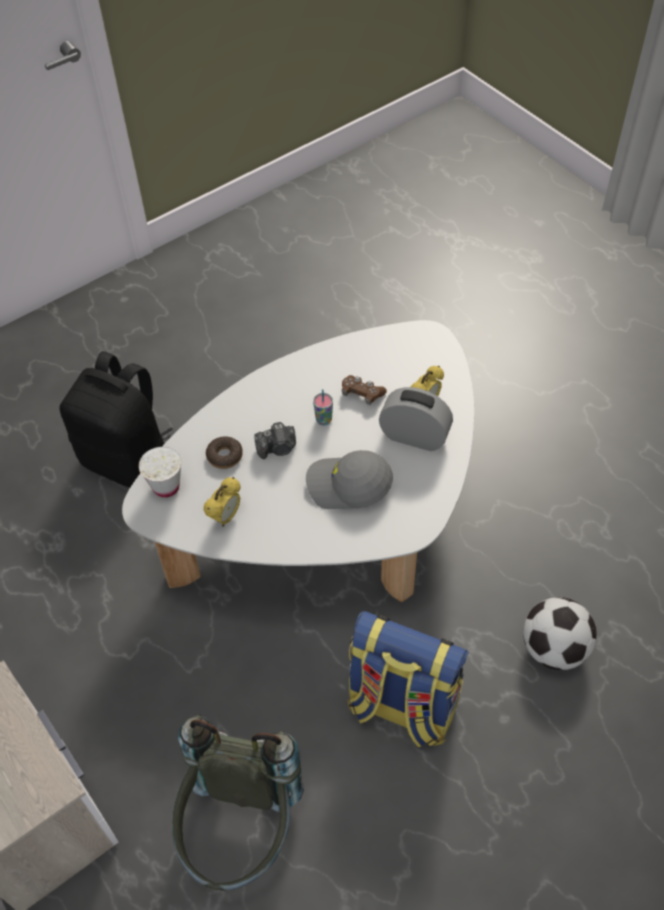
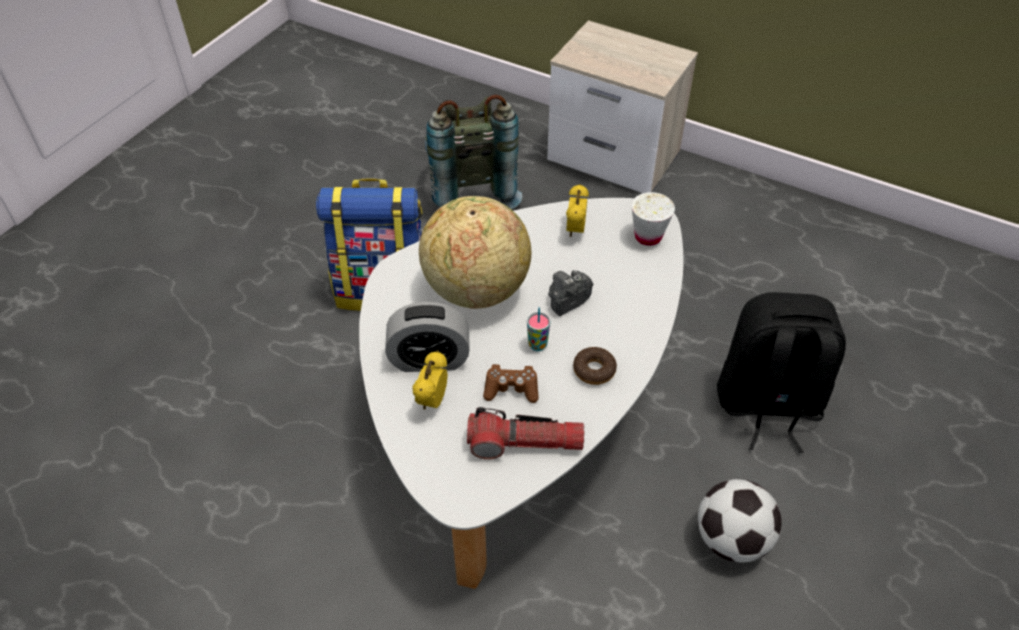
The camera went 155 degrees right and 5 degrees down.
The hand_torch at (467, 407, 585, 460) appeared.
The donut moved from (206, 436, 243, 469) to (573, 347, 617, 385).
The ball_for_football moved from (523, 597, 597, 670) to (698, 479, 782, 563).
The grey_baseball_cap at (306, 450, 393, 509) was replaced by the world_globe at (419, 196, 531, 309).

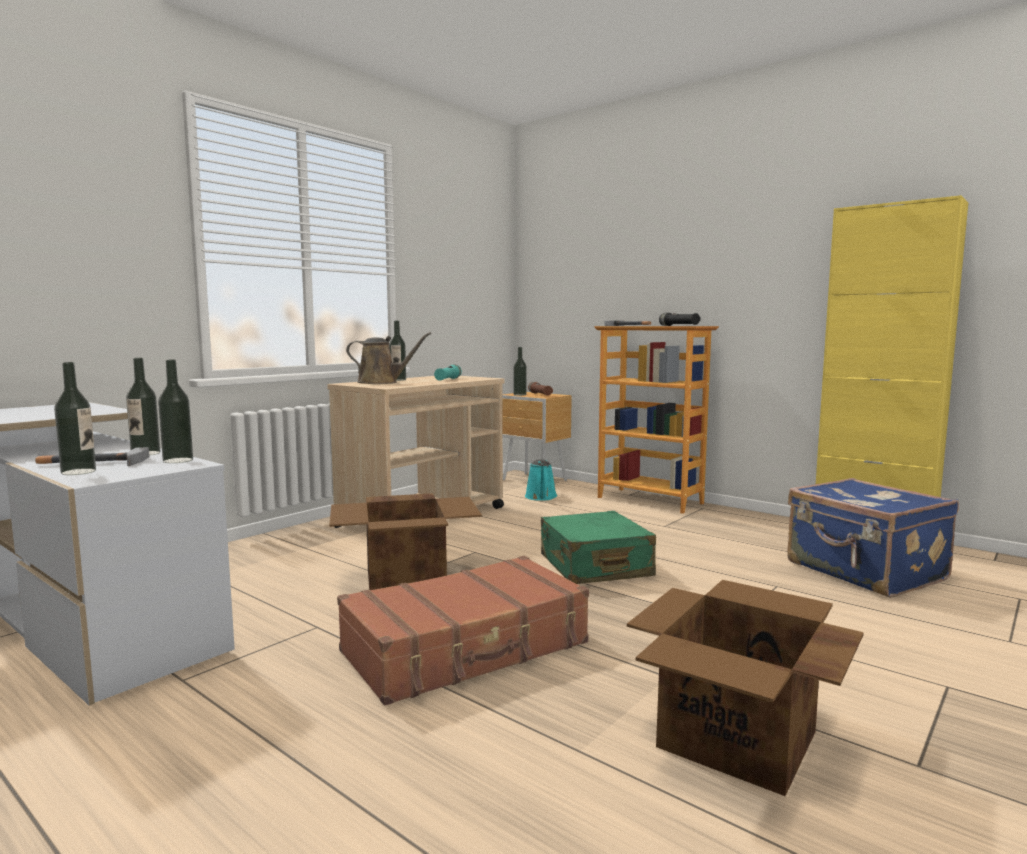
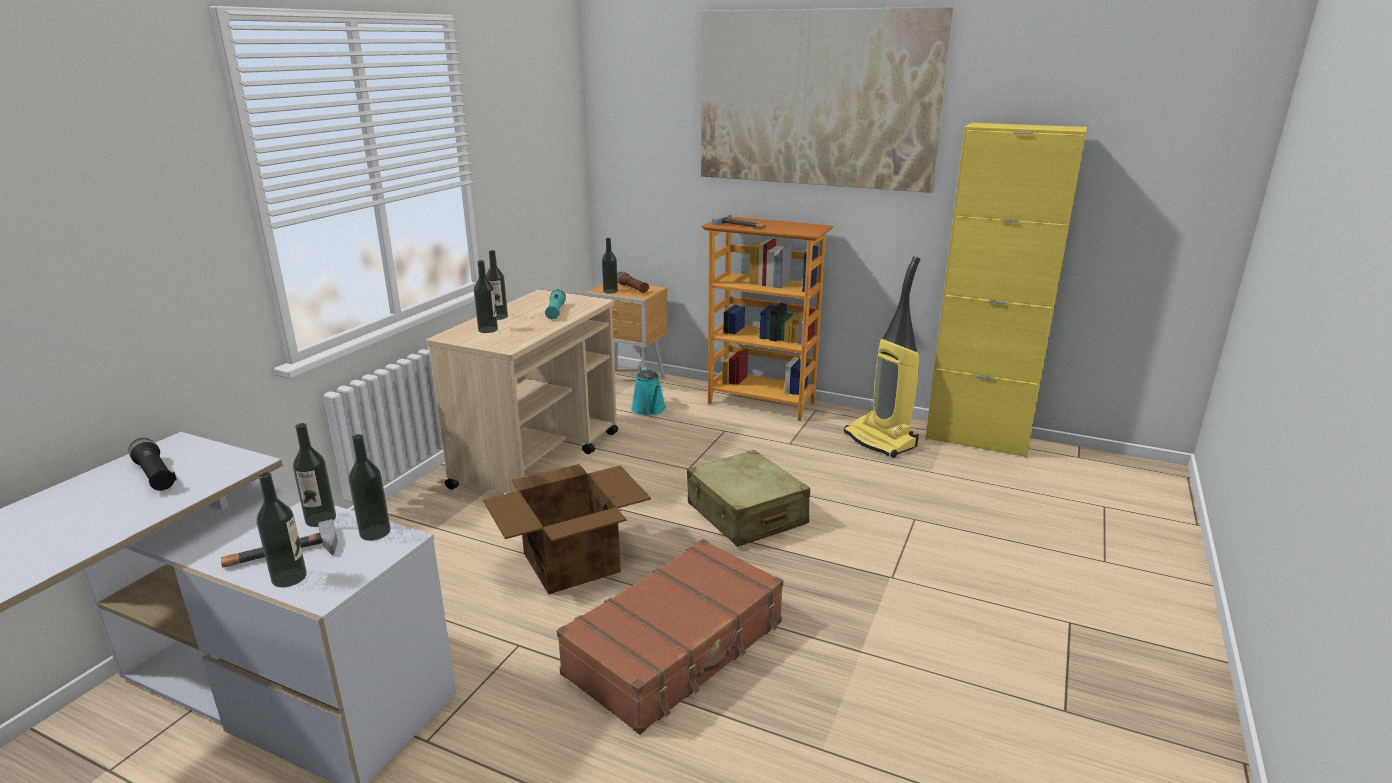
The camera went 15 degrees left and 15 degrees up.
The carton at (627, 580, 864, 796) disappeared.
The bluish_suitcase at (787, 478, 959, 598) disappeared.
The wall_picture at (701, 7, 954, 193) appeared.
The hoover at (844, 256, 920, 458) appeared.
The black-coloured_hand_torch moved from (659, 313, 701, 326) to (129, 438, 177, 491).
The brown-coloured_watering_can at (346, 332, 431, 384) was replaced by the beverage_bottle at (474, 260, 498, 333).
The green-coloured_suitcase at (541, 511, 656, 584) became the beige-coloured_suitcase at (687, 450, 810, 547).

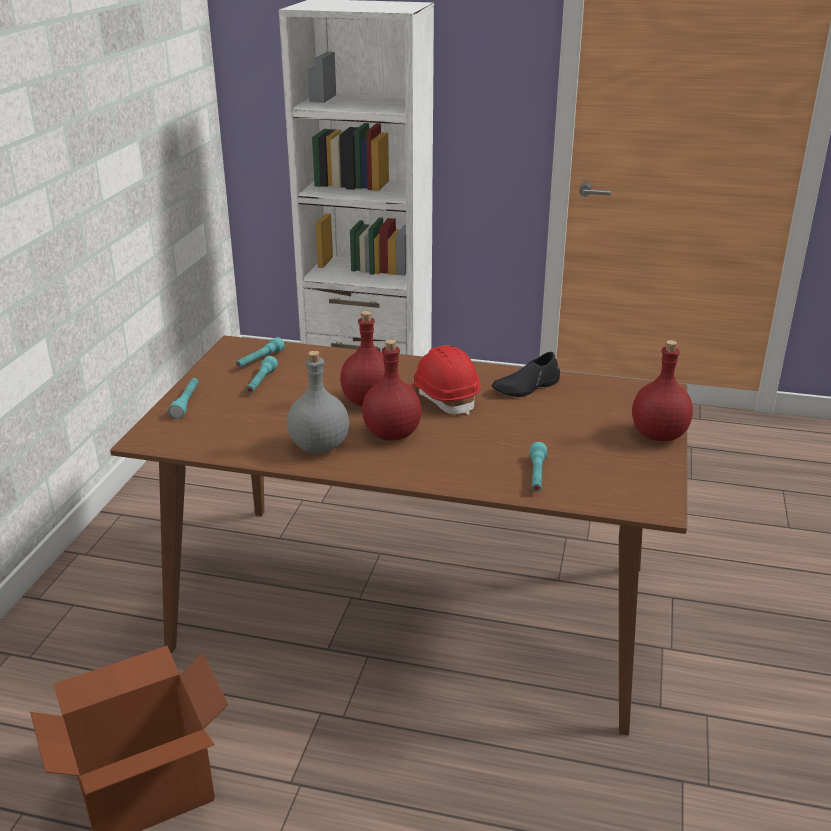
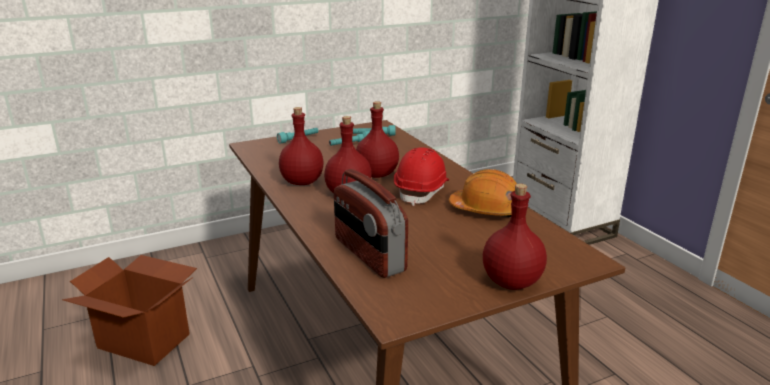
The camera went 50 degrees right and 5 degrees down.
The black-coloured_low_shoe at (492, 352, 560, 397) was replaced by the orangey_hard_hat at (449, 169, 517, 218).
The blue-green_hand_torch at (529, 442, 547, 492) was replaced by the radio_set at (334, 169, 408, 278).
The grey_beverage_bottle at (287, 351, 349, 454) became the red-coloured_beverage_bottle at (279, 107, 324, 185).

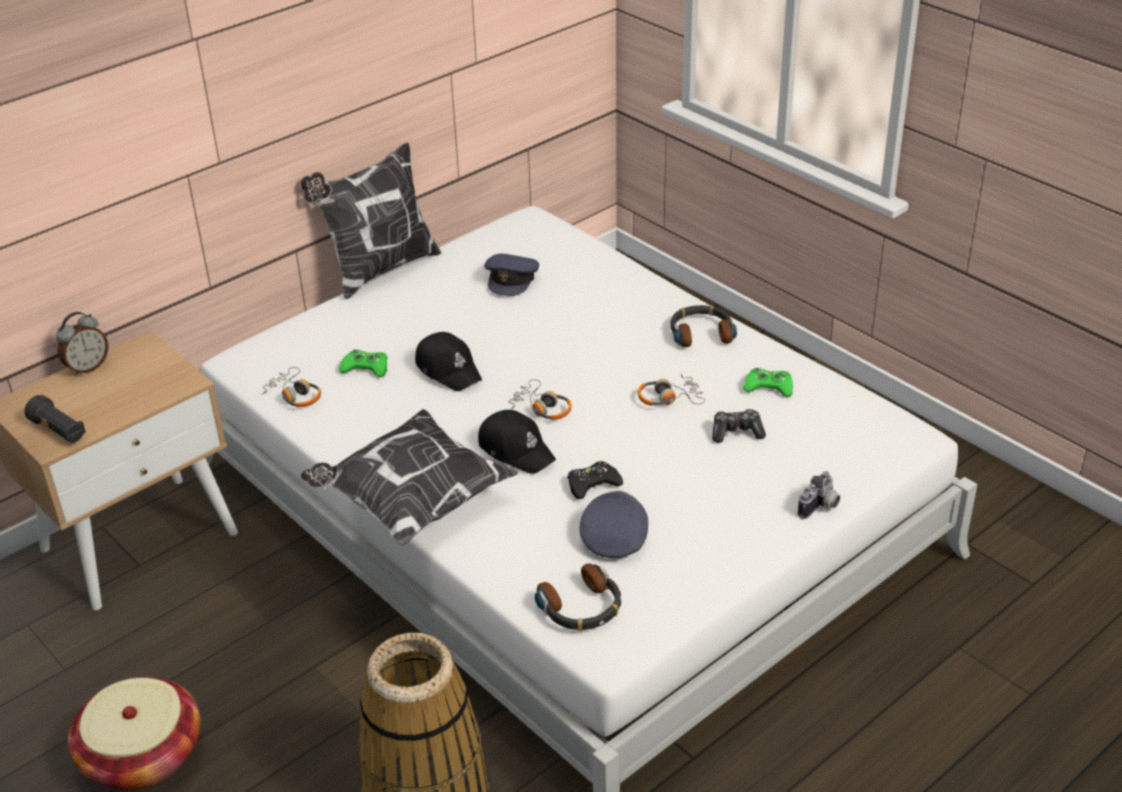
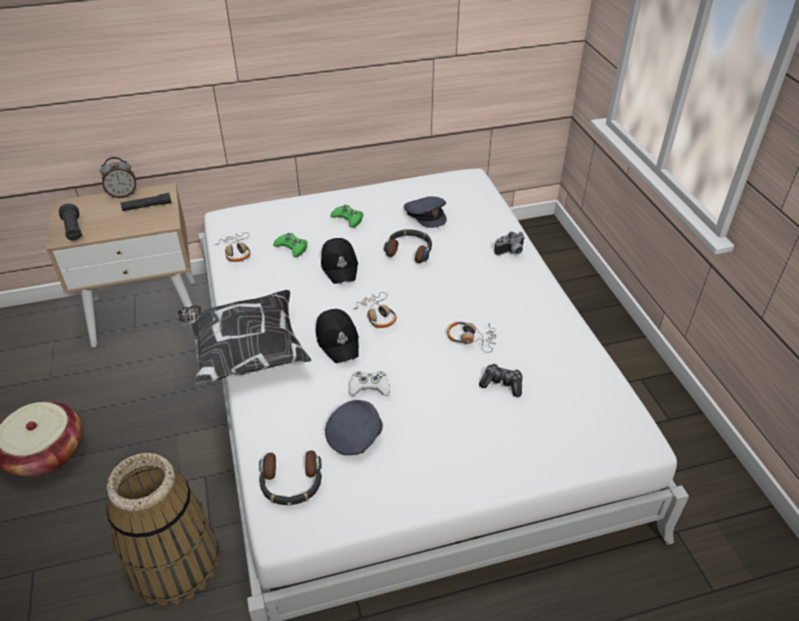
The camera went 25 degrees right and 5 degrees up.
The pillow at (300, 142, 441, 299) disappeared.
The black-coloured_hand_torch at (121, 193, 172, 211) appeared.
The headphones moved from (671, 305, 737, 347) to (384, 229, 432, 263).
The green-coloured_gamepad moved from (743, 368, 793, 397) to (330, 205, 363, 227).
The still_camera moved from (798, 471, 840, 519) to (494, 232, 525, 255).
The black-coloured_gamepad at (568, 461, 623, 499) became the white-coloured_gamepad at (349, 371, 390, 396).
The grey_baseball_cap at (484, 254, 539, 296) turned 75 degrees counterclockwise.

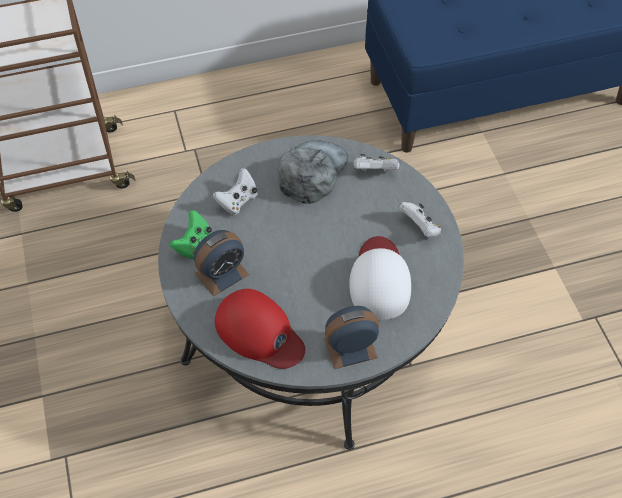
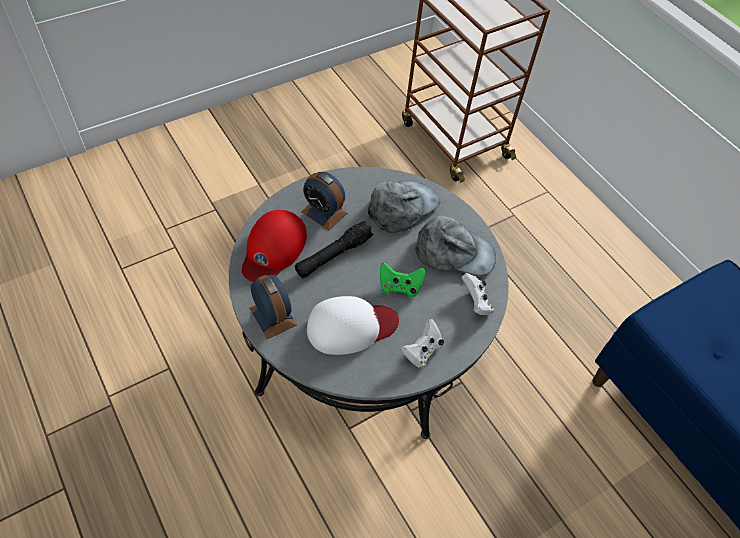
The camera went 70 degrees right and 0 degrees up.
The black-coloured_hand_torch at (295, 221, 373, 278) appeared.
The green-coloured_gamepad moved from (169, 210, 212, 260) to (380, 262, 425, 297).
The white-coloured_gamepad at (213, 168, 258, 215) was replaced by the grey_baseball_cap at (368, 180, 440, 233).

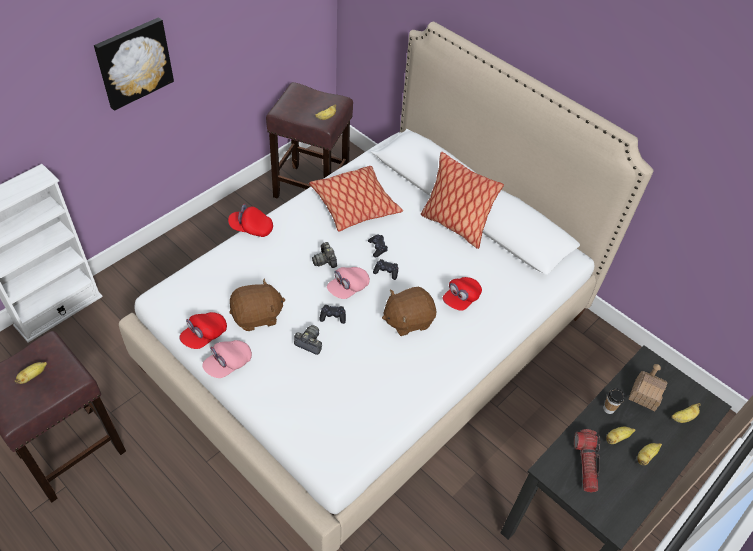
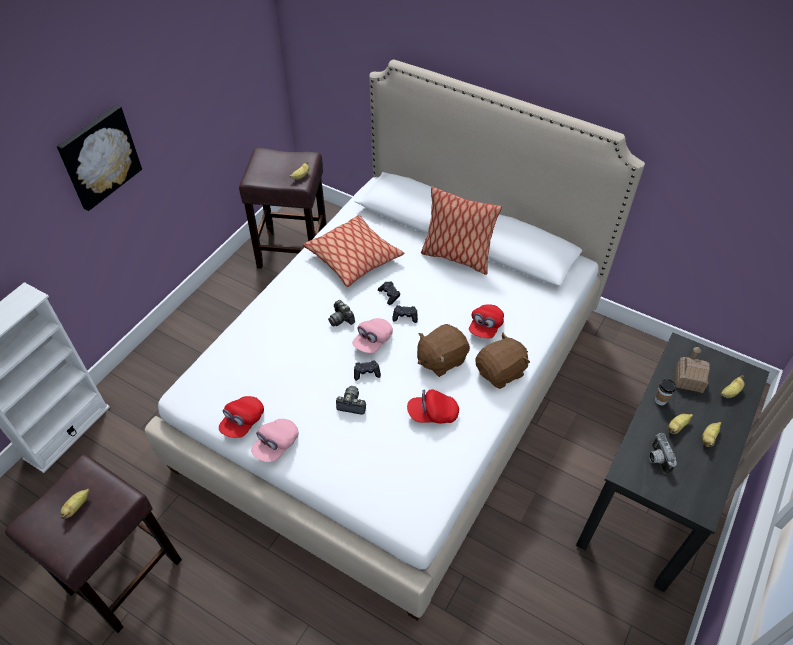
The camera went 10 degrees left and 0 degrees up.
The red-coloured_baseball_cap moved from (228, 204, 273, 237) to (407, 389, 459, 423).
The brown-coloured_plush_toy moved from (229, 278, 286, 331) to (475, 333, 530, 389).
The hand_torch at (574, 429, 600, 492) was replaced by the still_camera at (649, 433, 677, 474).

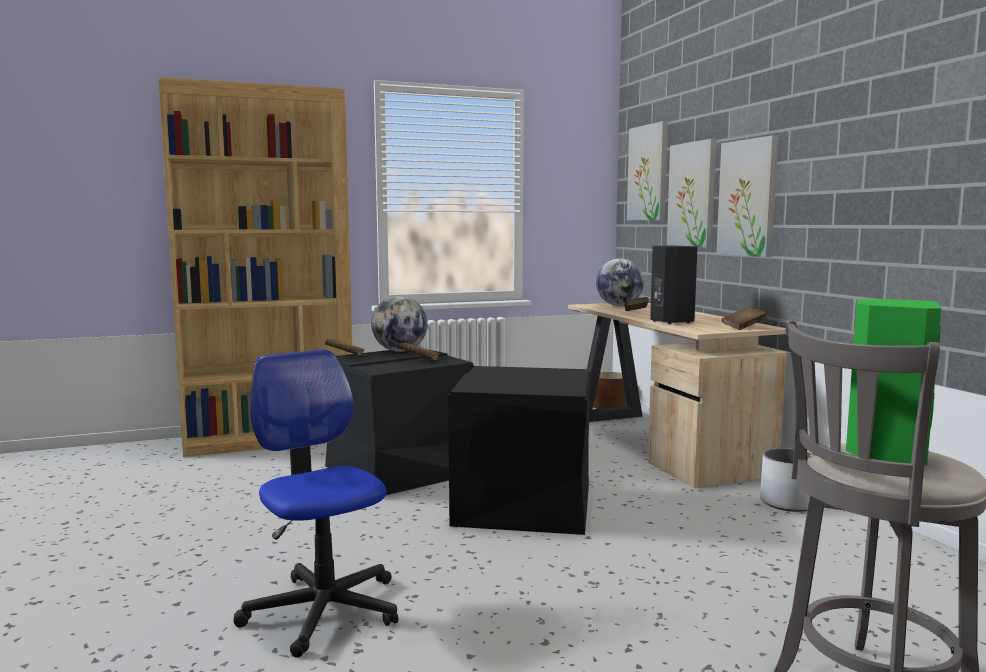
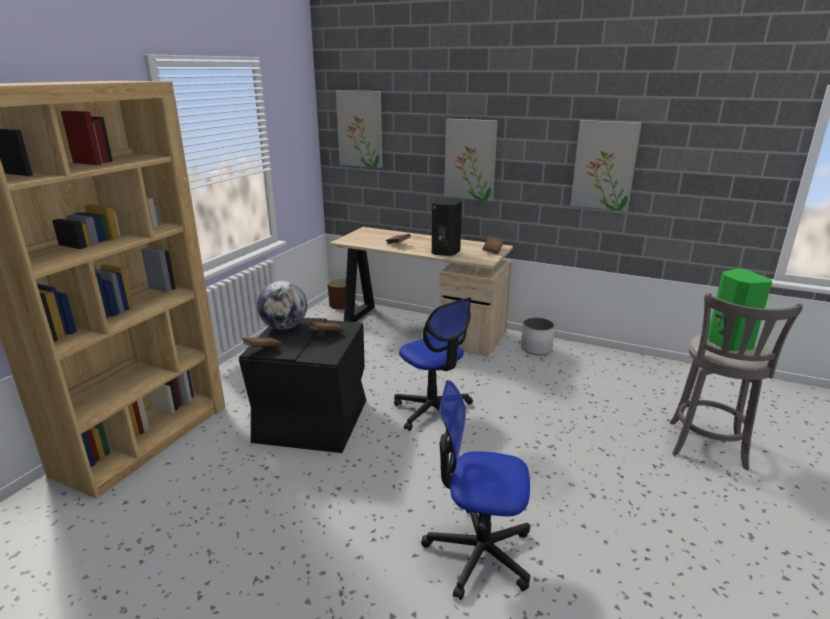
The camera went 45 degrees left and 15 degrees up.
The world_globe at (596, 258, 644, 306) disappeared.
The wall_picture moved from (667, 139, 717, 248) to (570, 120, 642, 211).
The black-coloured_storage_box at (448, 366, 591, 535) was replaced by the office_chair at (394, 297, 473, 431).

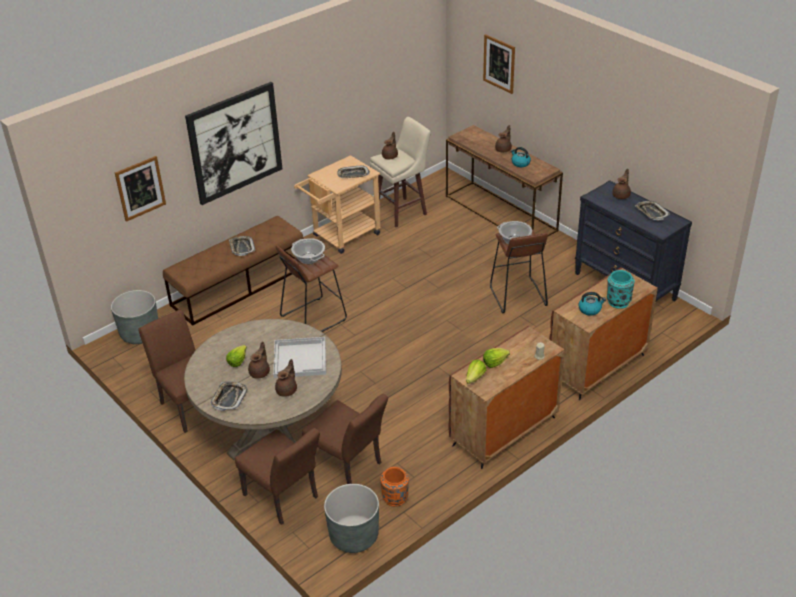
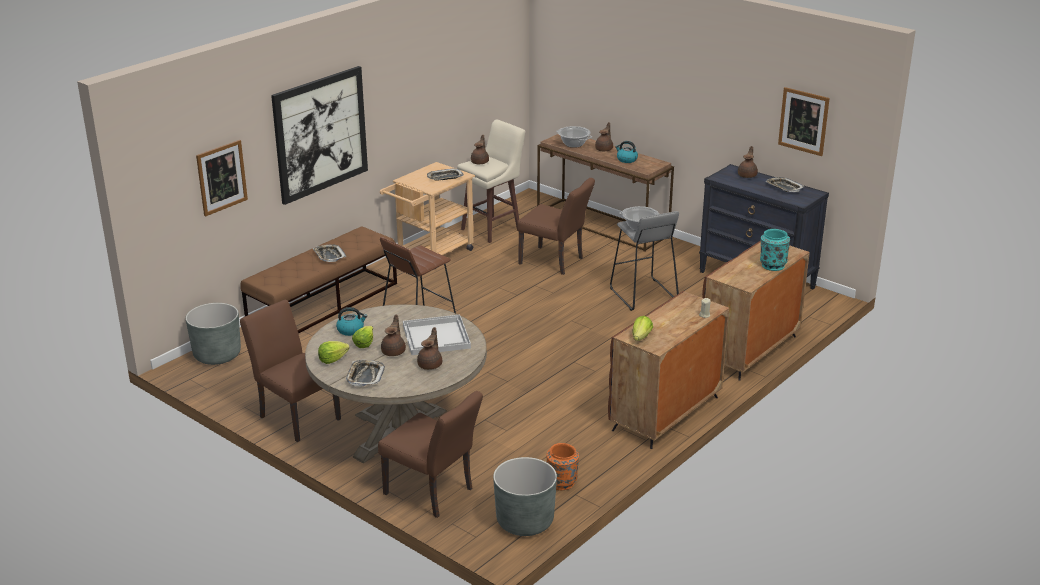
The camera went 10 degrees left and 10 degrees down.
The saucepot moved from (291, 238, 325, 264) to (556, 126, 592, 148).
The brown-coloured_chair moved from (302, 394, 388, 484) to (517, 178, 595, 275).
The wall_picture moved from (483, 34, 515, 94) to (778, 87, 830, 156).
The head_of_lettuce moved from (483, 348, 510, 368) to (318, 341, 350, 364).
The tea_kettle moved from (579, 292, 606, 316) to (336, 307, 367, 336).
The brown-coloured_stool at (490, 229, 548, 313) became the grey_stool at (610, 211, 679, 311).

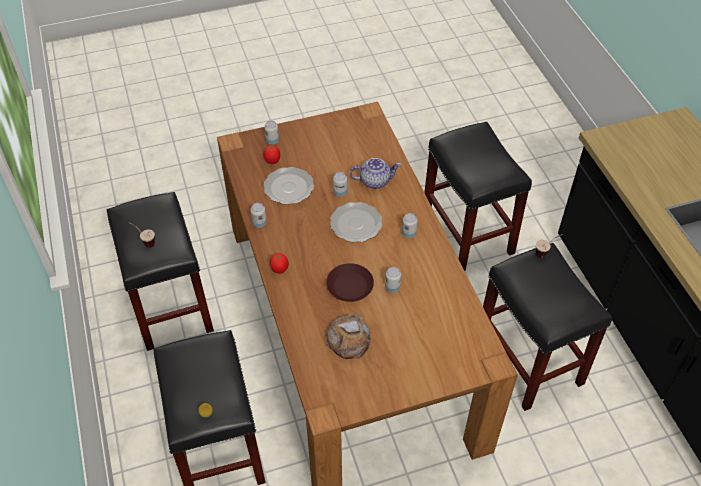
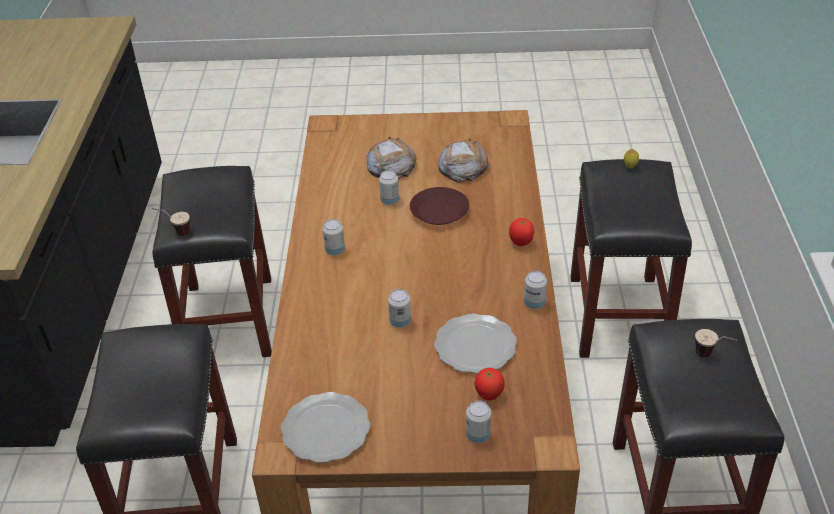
The camera went 160 degrees left and 10 degrees down.
The pot_for_tea at (350, 158, 401, 189) disappeared.
The baked_bread at (366, 137, 417, 180) appeared.
The plate moved from (330, 202, 382, 242) to (281, 392, 370, 463).

